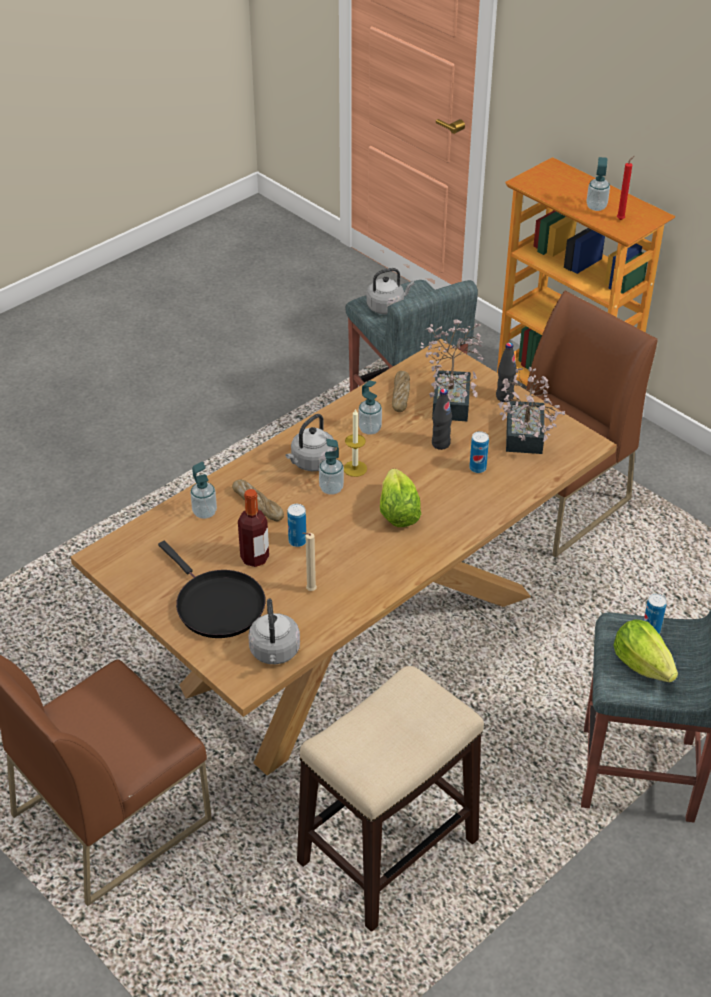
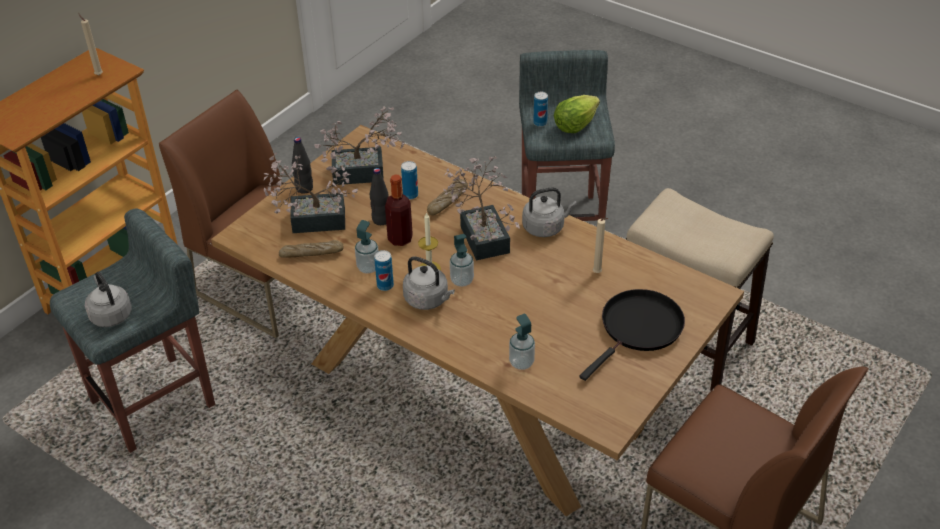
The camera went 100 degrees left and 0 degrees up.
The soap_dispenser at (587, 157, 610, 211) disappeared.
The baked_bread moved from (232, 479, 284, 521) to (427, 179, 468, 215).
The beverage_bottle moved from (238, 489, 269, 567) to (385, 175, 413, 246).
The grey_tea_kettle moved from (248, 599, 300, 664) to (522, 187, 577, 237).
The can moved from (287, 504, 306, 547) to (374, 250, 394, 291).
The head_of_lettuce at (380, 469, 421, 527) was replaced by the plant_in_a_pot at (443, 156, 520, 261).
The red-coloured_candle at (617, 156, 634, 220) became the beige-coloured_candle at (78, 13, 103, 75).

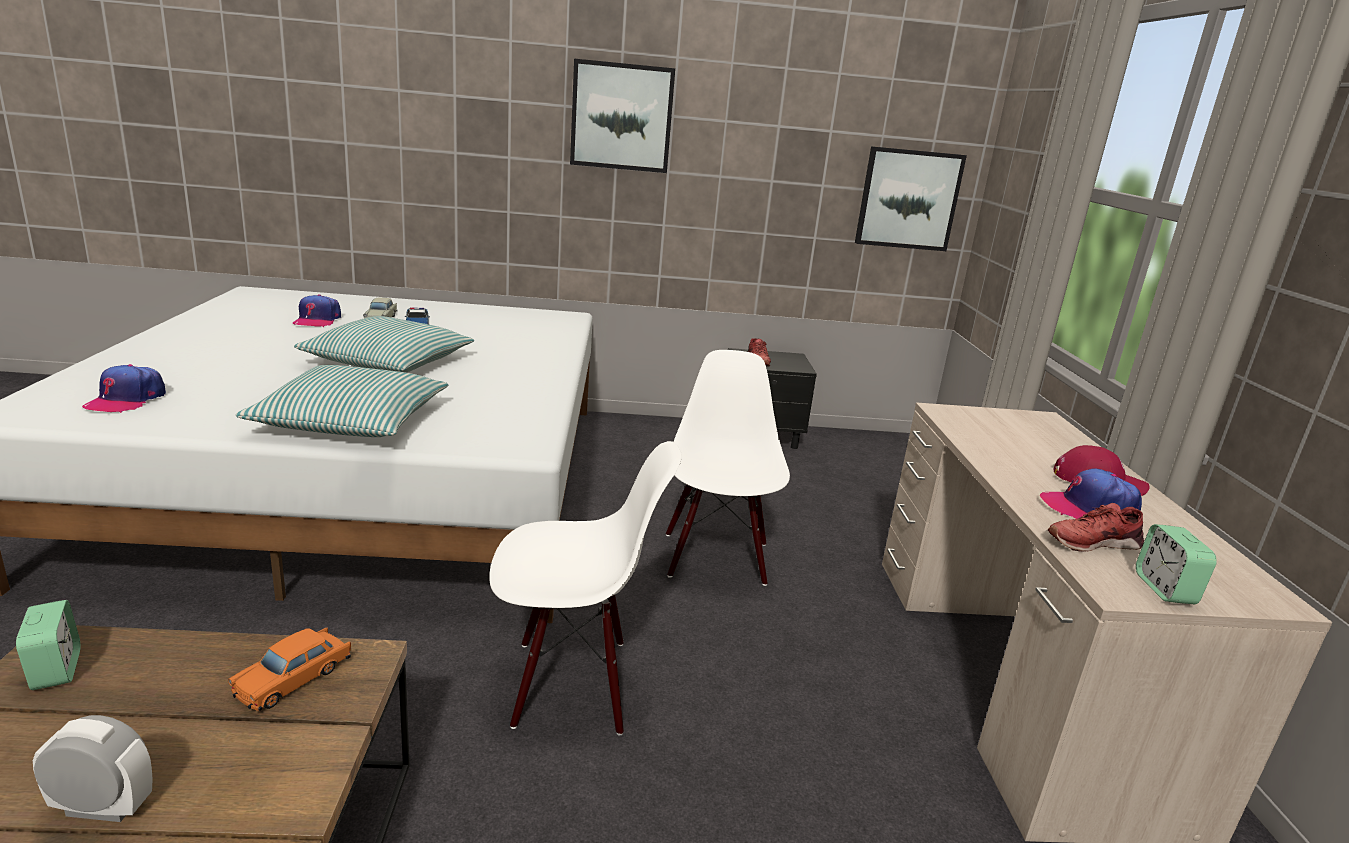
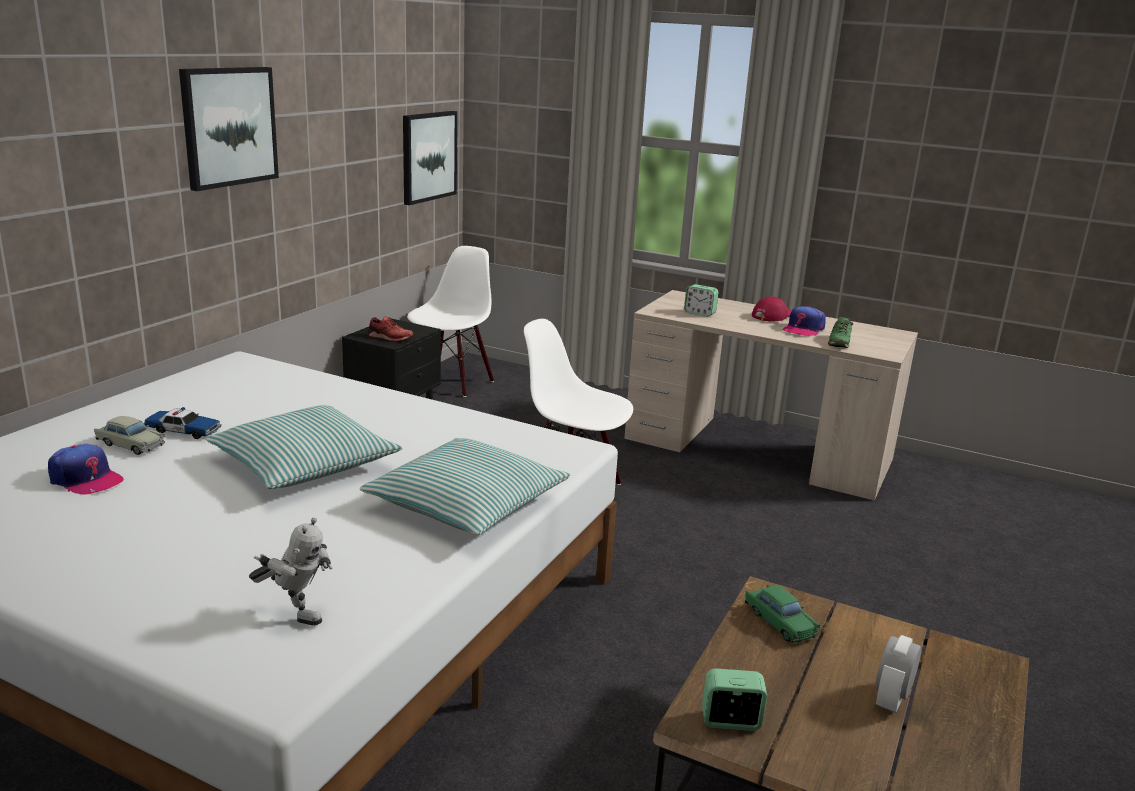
The camera went 60 degrees left and 0 degrees up.
The white-coloured_chair moved from (489, 441, 682, 735) to (407, 246, 494, 397).
The bedside_clock moved from (1136, 524, 1217, 604) to (684, 284, 719, 317).
The baseball_cap at (82, 364, 166, 413) was replaced by the toy_robot at (249, 518, 332, 626).
The orangey_model_car at (228, 628, 351, 711) became the green-coloured_model_car at (745, 585, 820, 643).
The red-coloured_low_shoe at (1048, 503, 1144, 552) became the green-coloured_low_shoe at (828, 317, 853, 348).

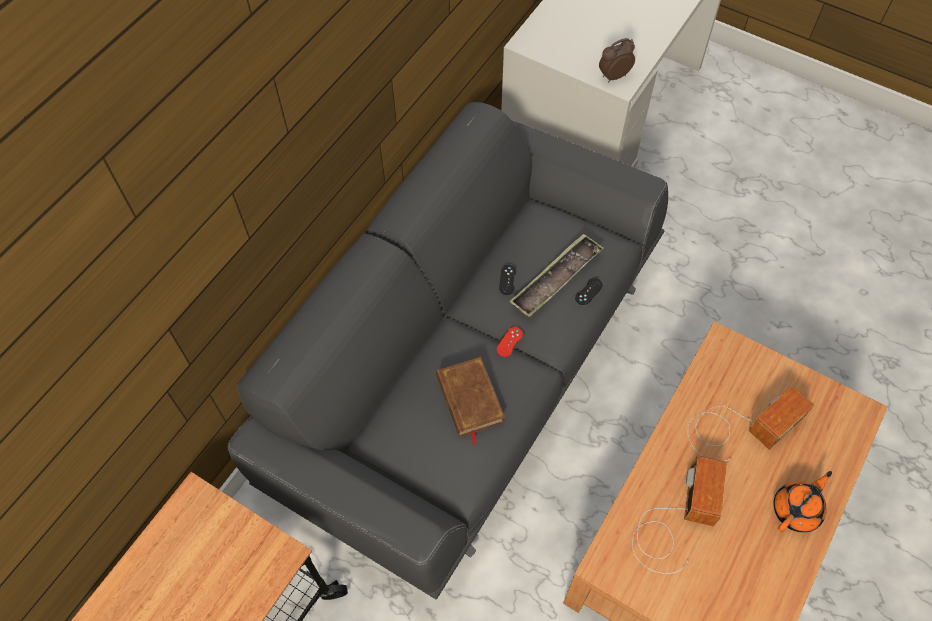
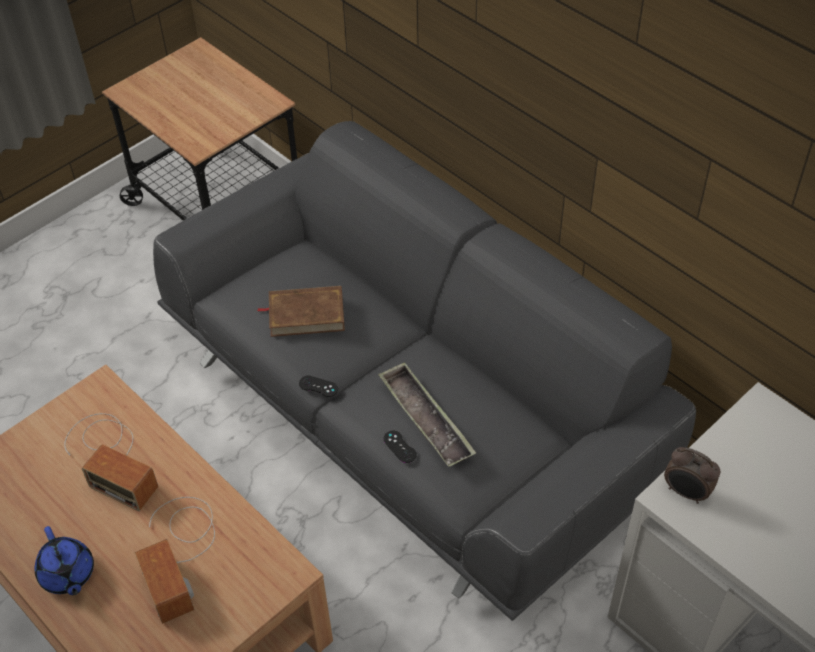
The camera went 105 degrees right and 10 degrees down.
The red-coloured_gamepad at (497, 327, 523, 357) disappeared.
The black-coloured_gamepad moved from (499, 265, 516, 295) to (299, 376, 338, 397).
The orangey_pot_for_tea at (773, 471, 832, 533) became the bluish_pot_for_tea at (34, 526, 94, 595).
The bedside_clock at (599, 38, 635, 82) turned 135 degrees clockwise.

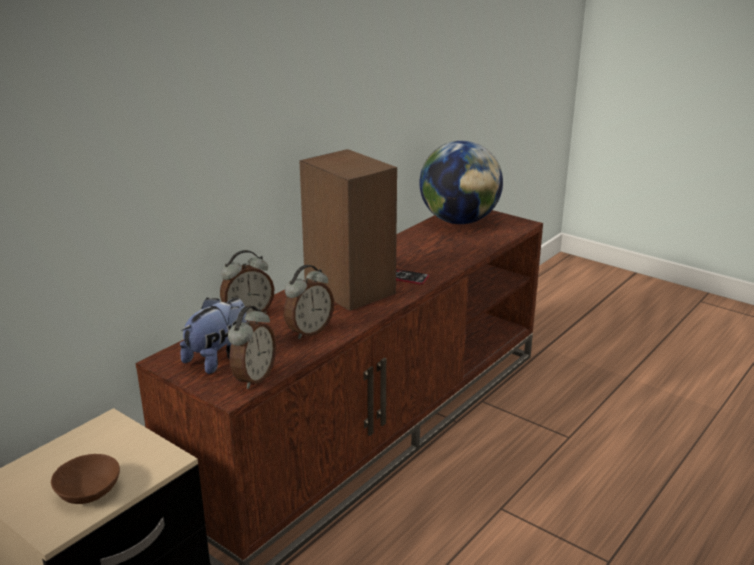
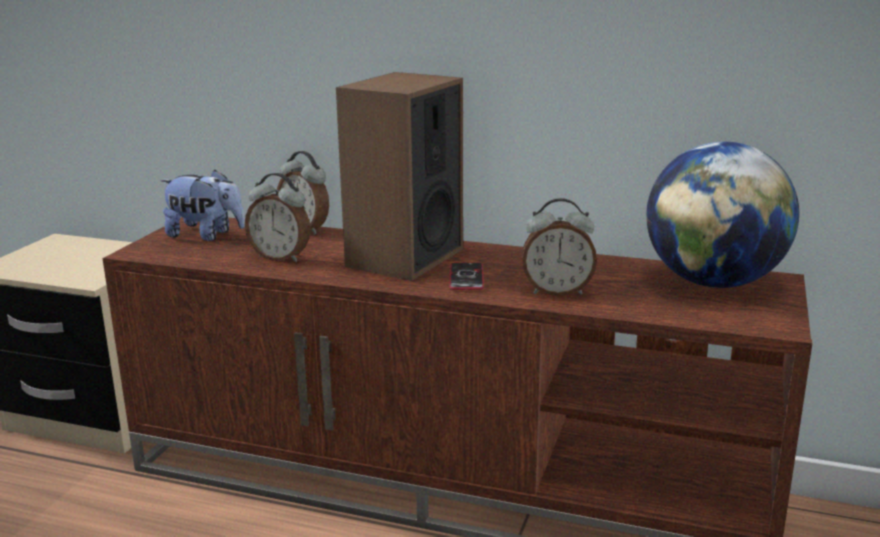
The camera went 70 degrees right and 5 degrees down.
The brown-coloured_deep_dish at (51, 454, 120, 504) disappeared.
The bedside_clock moved from (228, 306, 276, 389) to (522, 198, 597, 296).

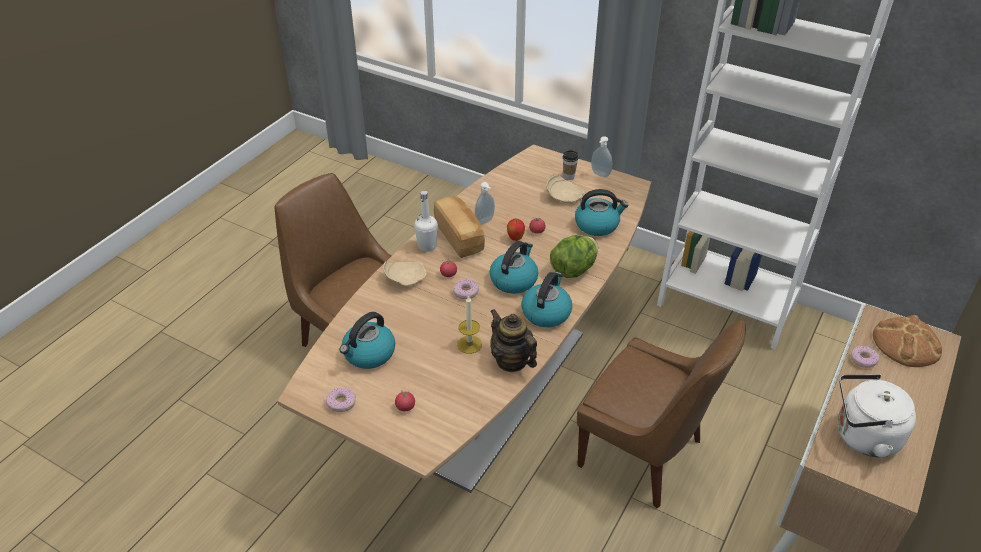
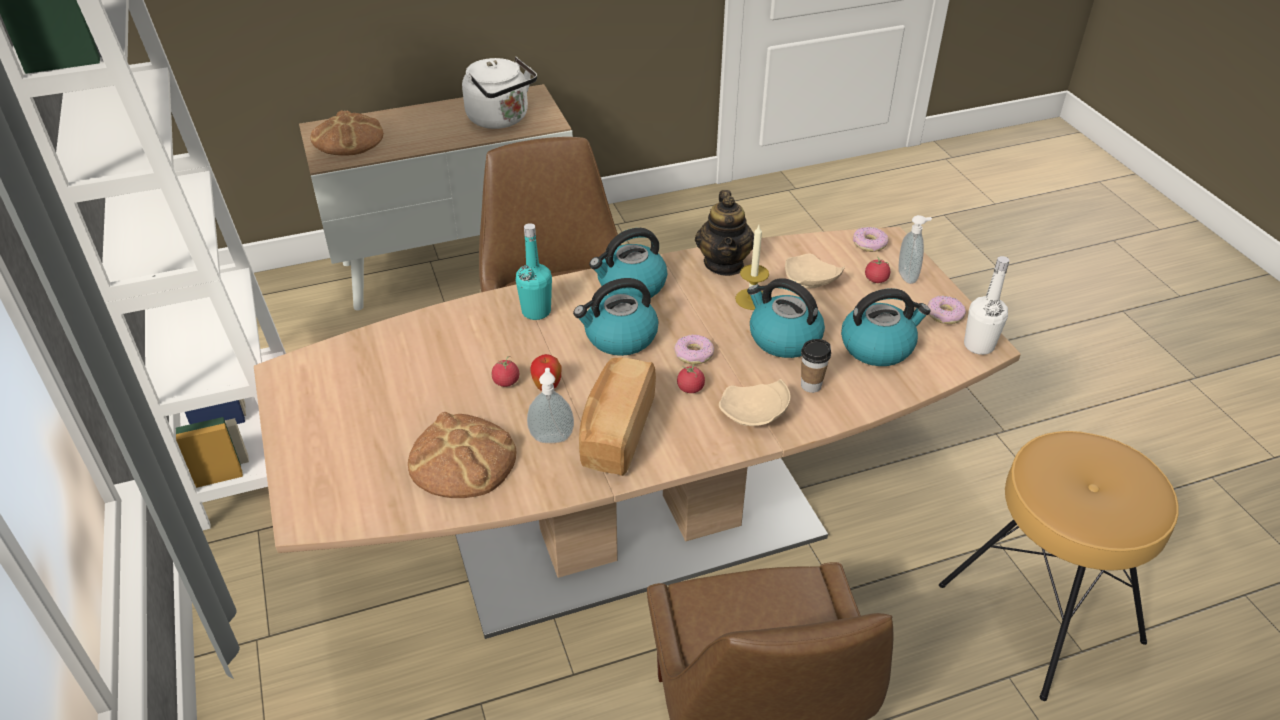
The camera went 140 degrees left and 0 degrees up.
The baked_bread at (408, 412, 516, 498) appeared.
The brown-coloured_stool at (939, 431, 1179, 701) appeared.
The white-coloured_beverage_bottle moved from (414, 191, 438, 252) to (964, 256, 1010, 355).
The beige-coloured_plate moved from (546, 174, 584, 203) to (785, 254, 845, 289).
The cup moved from (563, 150, 578, 180) to (801, 339, 831, 393).
The tea_kettle moved from (575, 189, 628, 236) to (747, 278, 825, 358).
The soap_dispenser moved from (591, 136, 612, 177) to (899, 215, 932, 284).
The donut moved from (851, 346, 880, 368) to (853, 227, 889, 252).
The head_of_lettuce at (550, 235, 598, 278) was replaced by the blue-green_beverage_bottle at (516, 223, 552, 320).

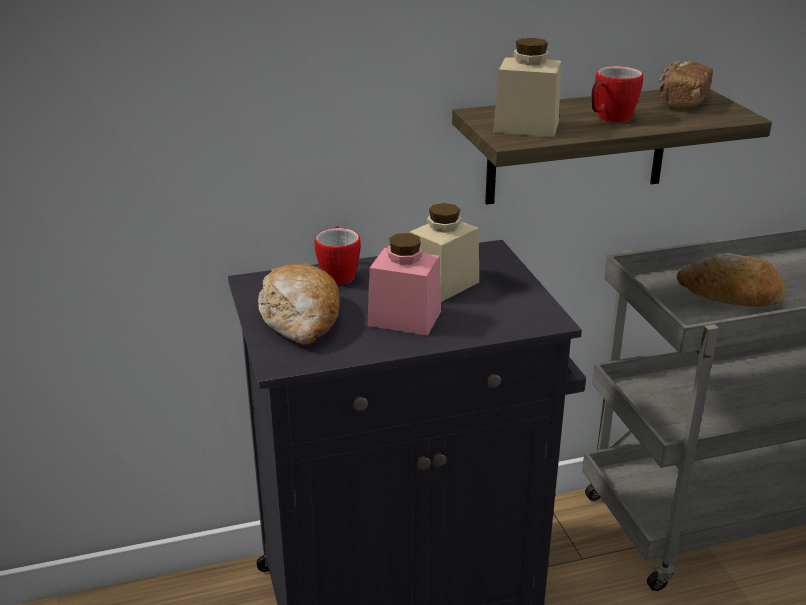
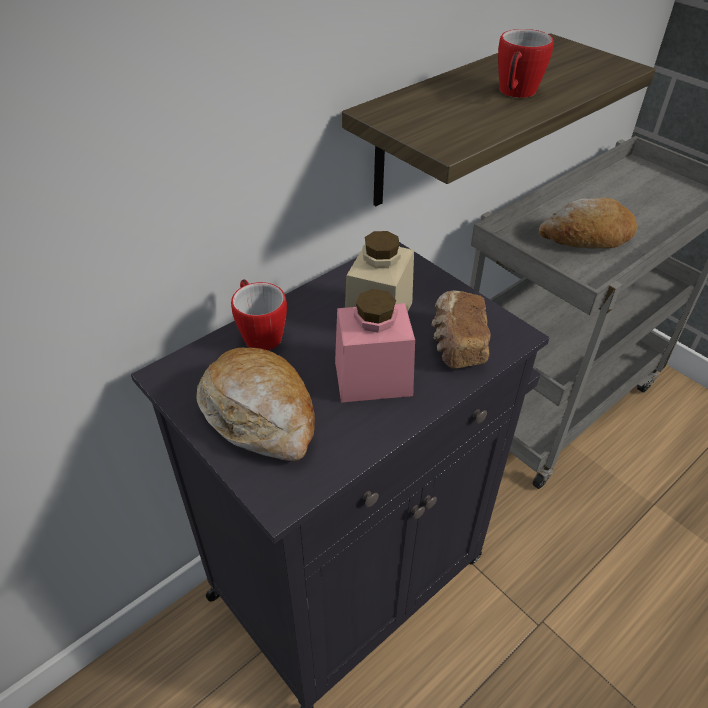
The camera went 25 degrees left and 15 degrees up.
The beige-coloured_jar at (493, 38, 561, 137) disappeared.
The baked_bread moved from (659, 61, 713, 108) to (431, 290, 491, 369).

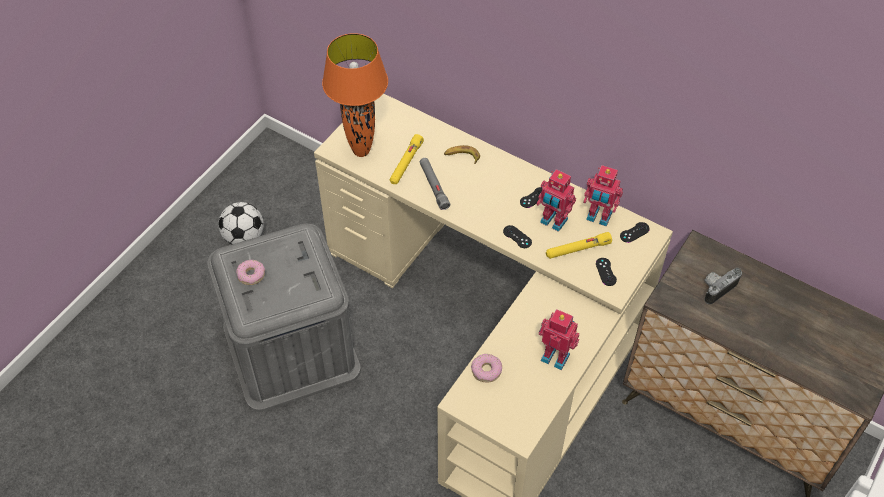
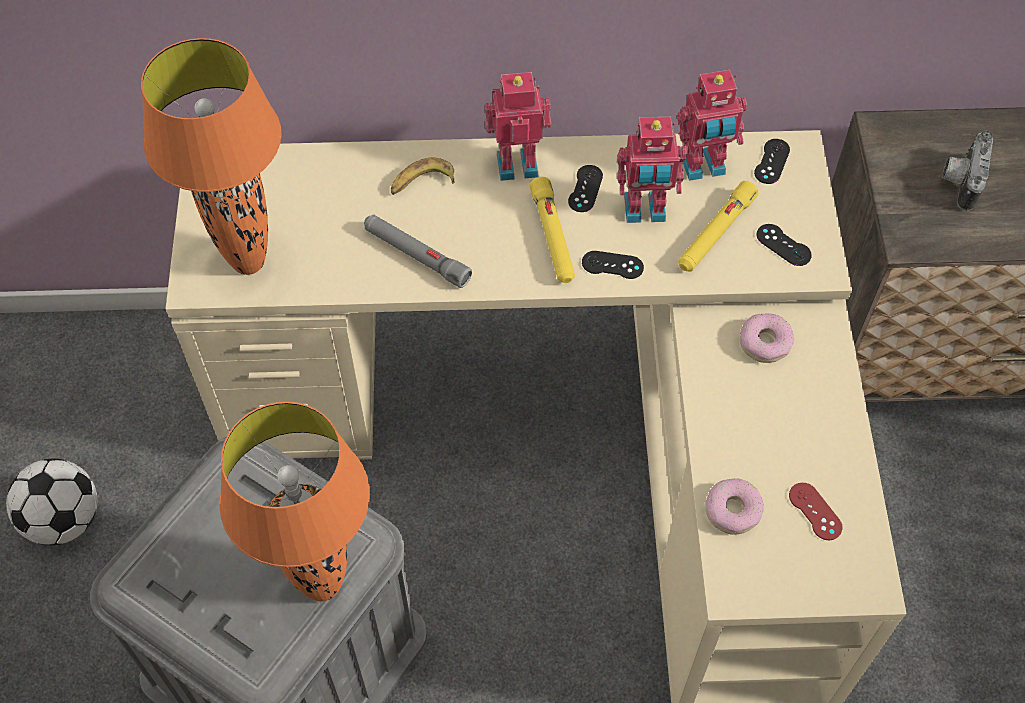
The camera went 35 degrees left and 5 degrees up.
The orangey_lamp_for_a_table at (219, 402, 370, 601) appeared.
The red-coloured_gamepad at (789, 483, 843, 540) appeared.
The donut moved from (236, 260, 265, 285) to (740, 313, 794, 363).
The yellow-coloured_hand_torch moved from (390, 134, 424, 184) to (530, 177, 575, 283).
The toy_robot moved from (539, 309, 579, 370) to (485, 72, 551, 181).

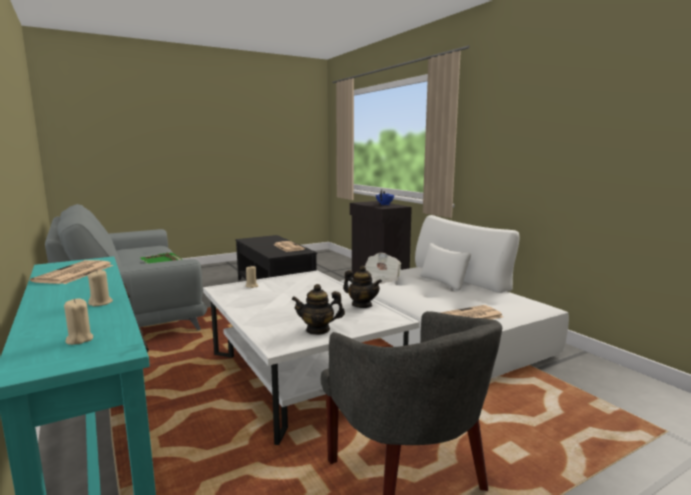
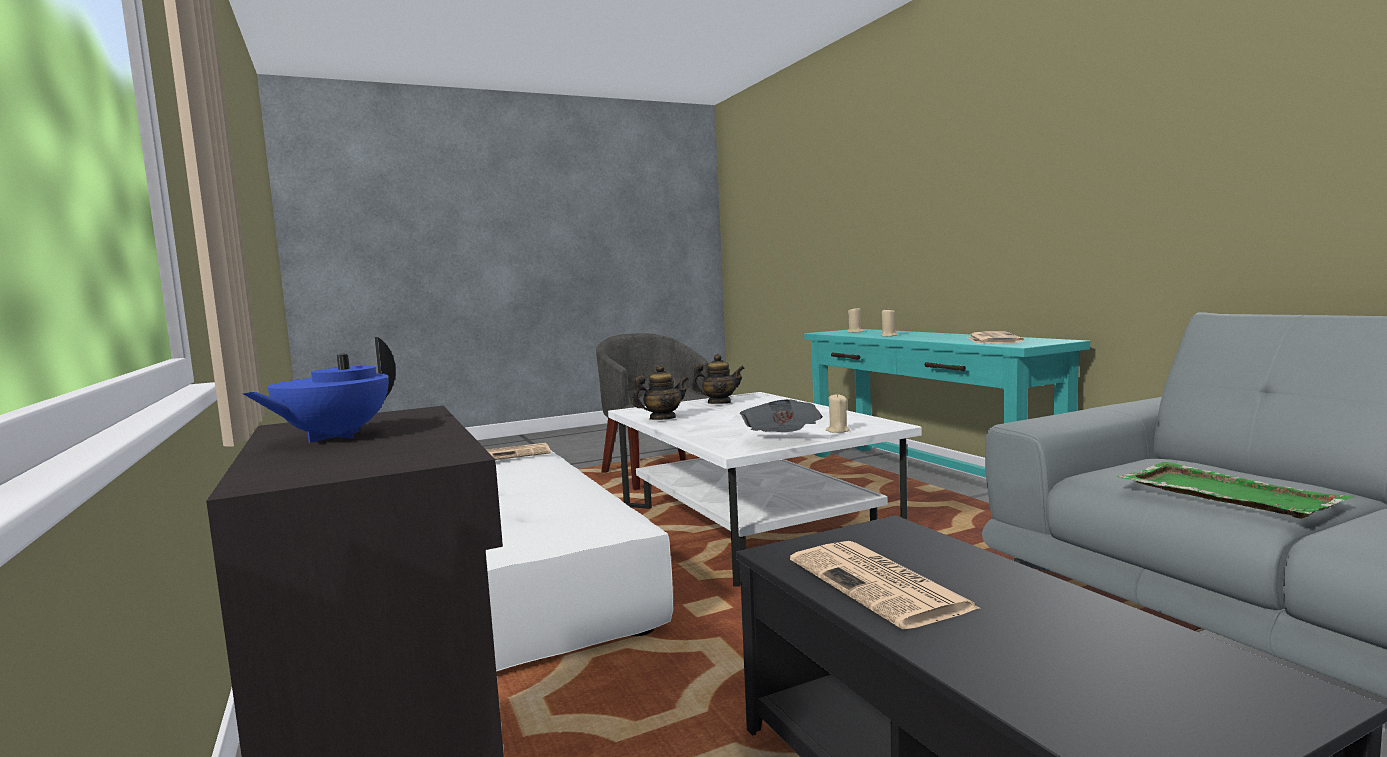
The camera went 175 degrees left and 5 degrees down.
The newspaper moved from (365, 253, 401, 284) to (739, 399, 823, 432).
The pot_for_tea at (343, 266, 382, 308) turned 120 degrees clockwise.

